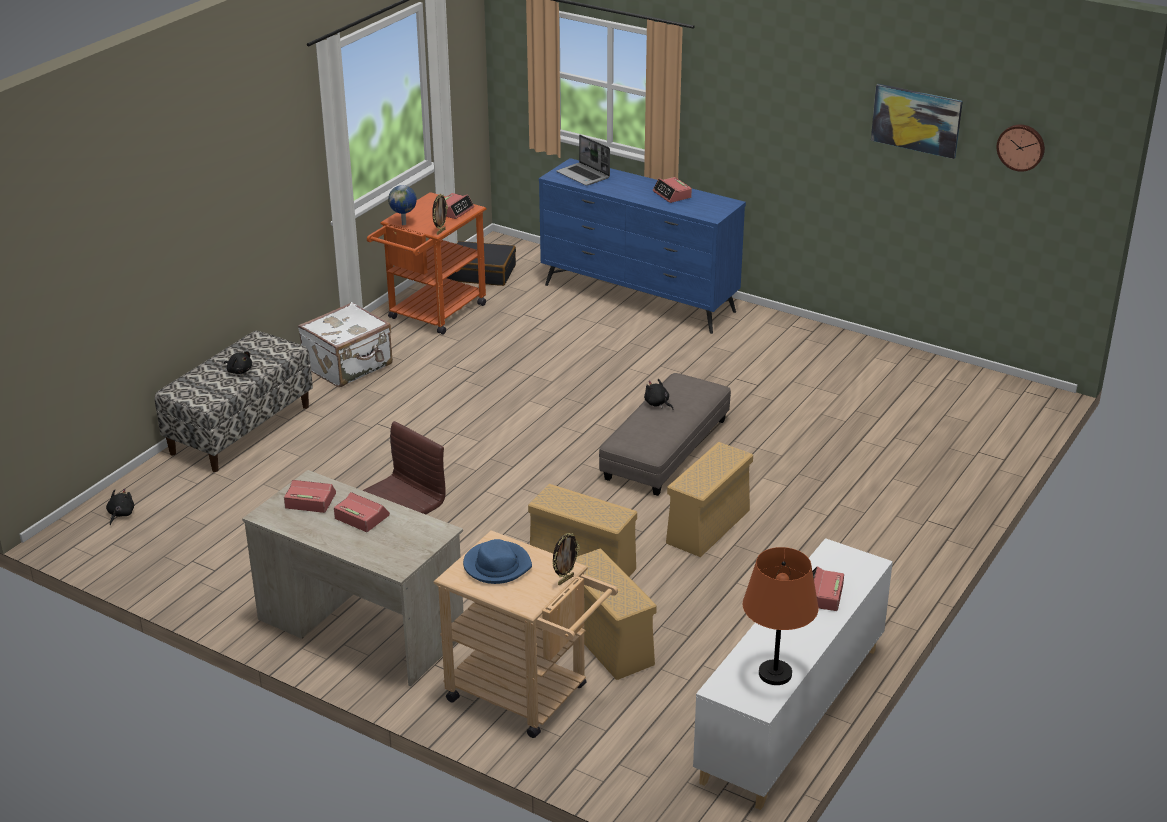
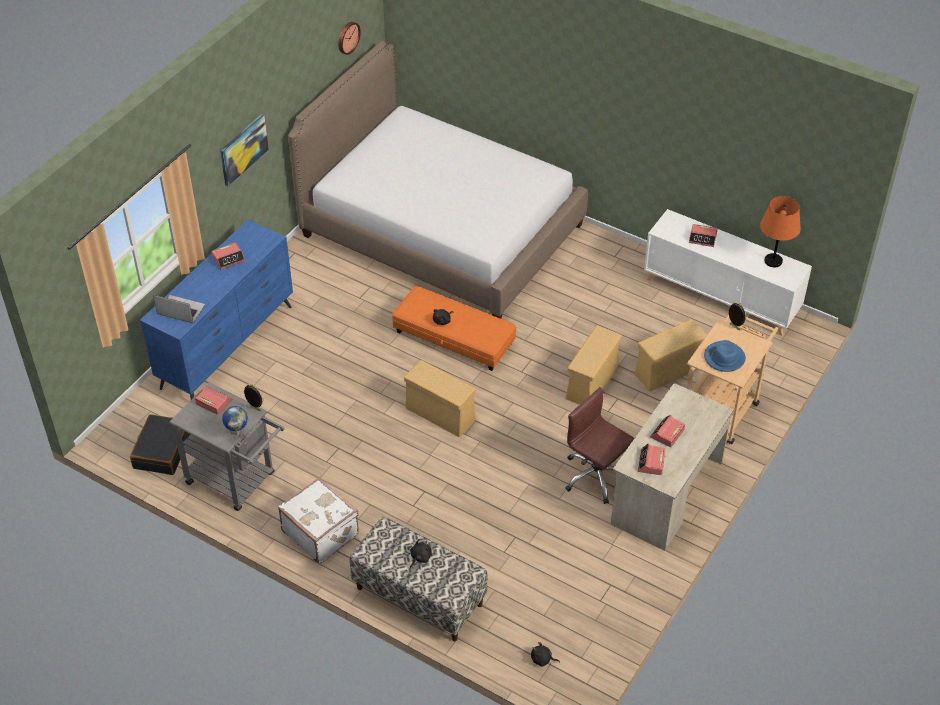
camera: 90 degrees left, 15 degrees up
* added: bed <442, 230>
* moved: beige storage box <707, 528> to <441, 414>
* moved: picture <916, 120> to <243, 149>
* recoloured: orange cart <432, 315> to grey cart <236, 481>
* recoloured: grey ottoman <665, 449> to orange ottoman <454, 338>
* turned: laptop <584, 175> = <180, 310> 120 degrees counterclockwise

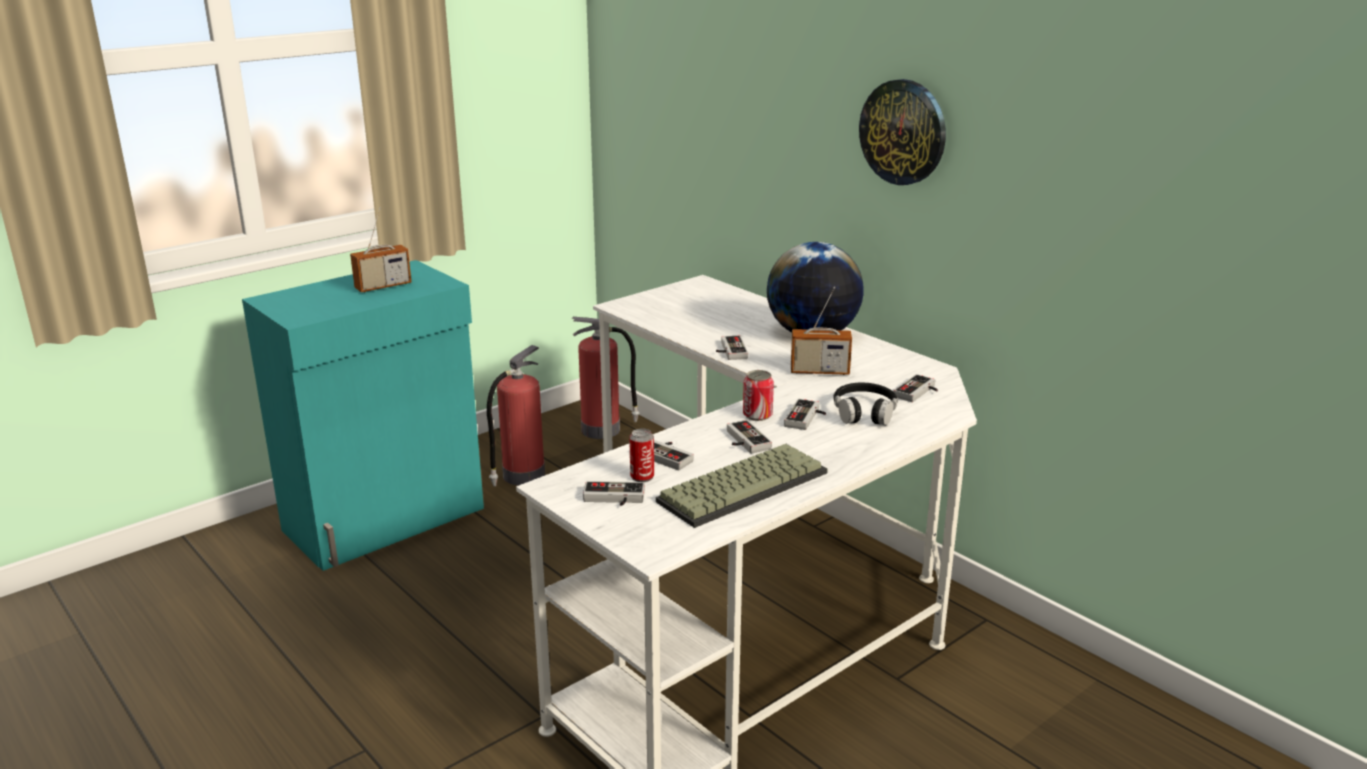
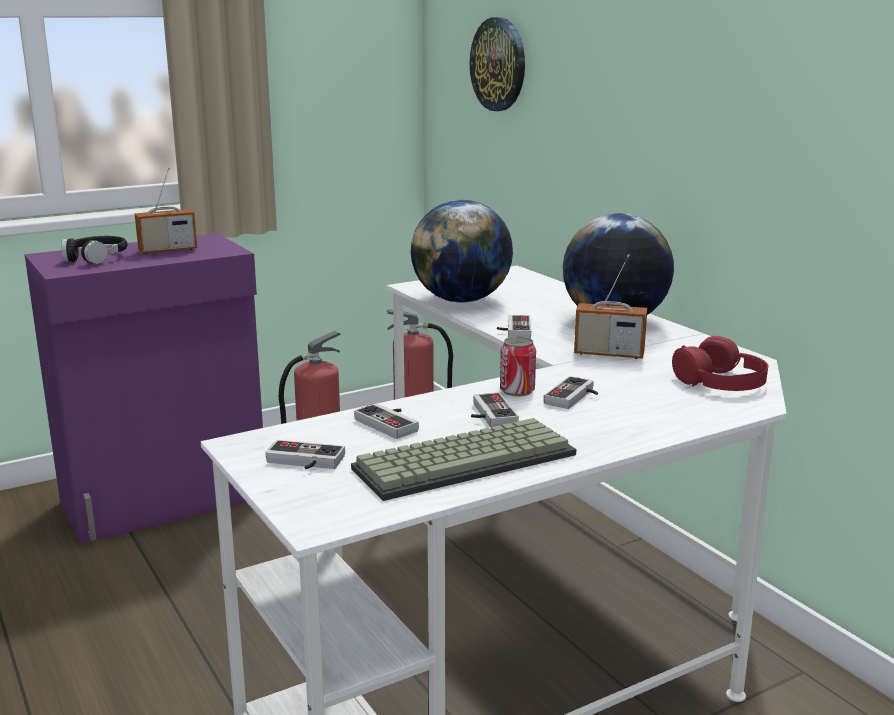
camera: 10 degrees right, 5 degrees down
* removed: can <642, 477>
* added: globe <462, 300>
* moved: black headphones <864, 412> to <96, 257>
* moved: wall clock <903, 132> to <499, 64>
* replaced: game controller <918, 392> to red headphones <721, 381>
* recoloured: turquoise cabinet <387, 520> to purple cabinet <166, 500>

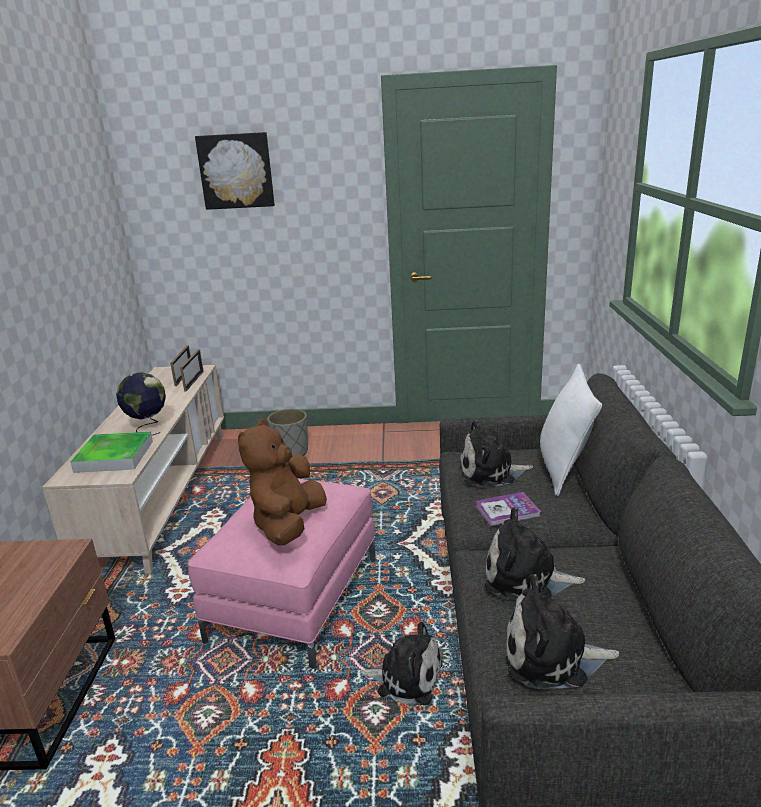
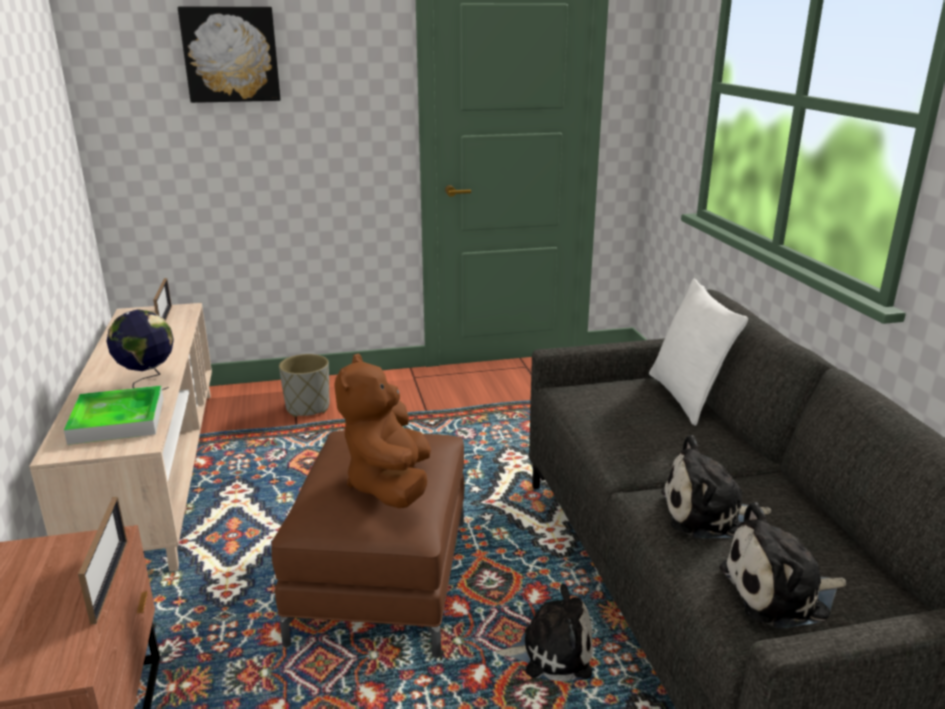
camera: 15 degrees left, 0 degrees up
* removed: plush toy <491, 472>
* removed: book <507, 510>
* moved: picture frame <194, 381> to <110, 580>
* recoloured: pink ottoman <295, 599> to brown ottoman <382, 579>

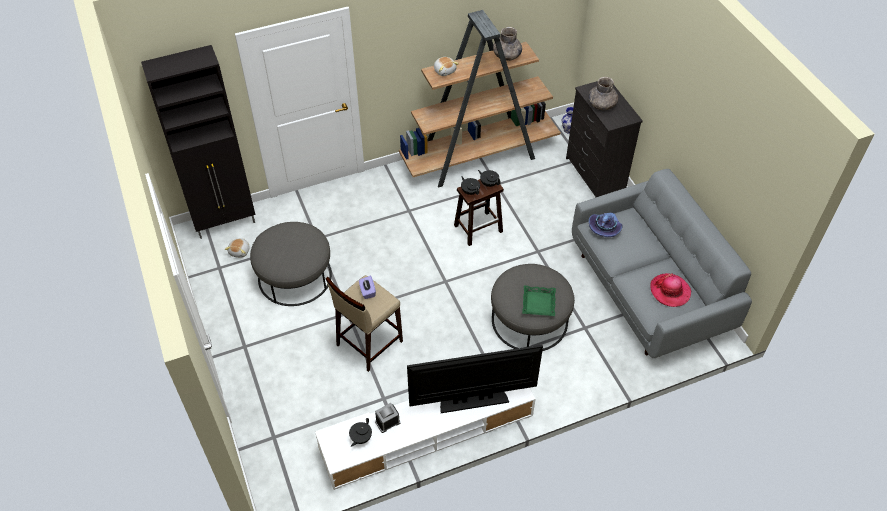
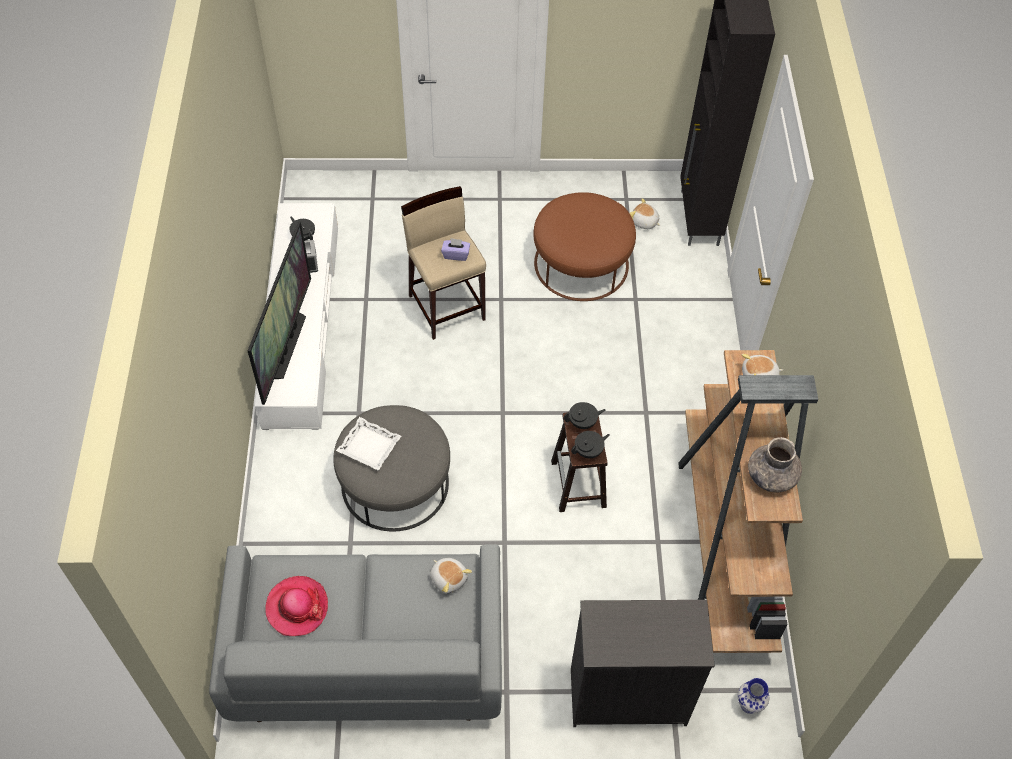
camera: 110 degrees right, 5 degrees up
* removed: grey vase <602, 104>
* replaced: purple hat <605, 228> to plush toy <449, 578>
* recoloured: grey ottoman <294, 276> to brown ottoman <581, 263>
* recoloured: green tray <538, 303> to white tray <369, 446>

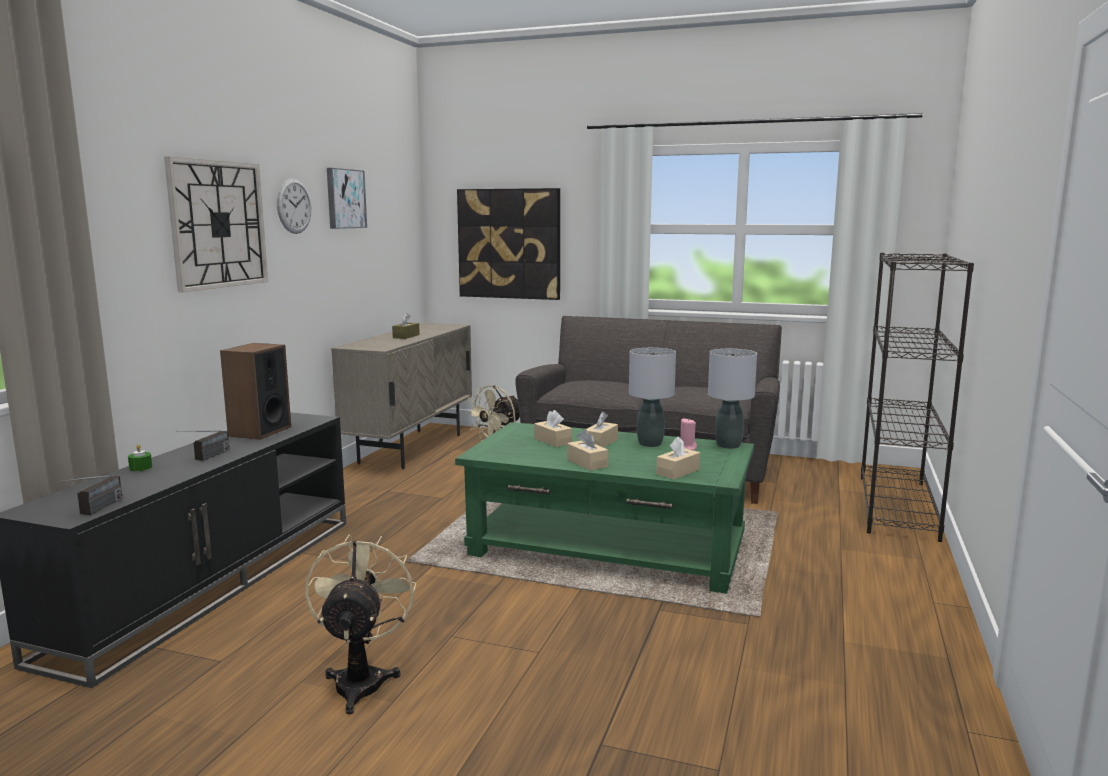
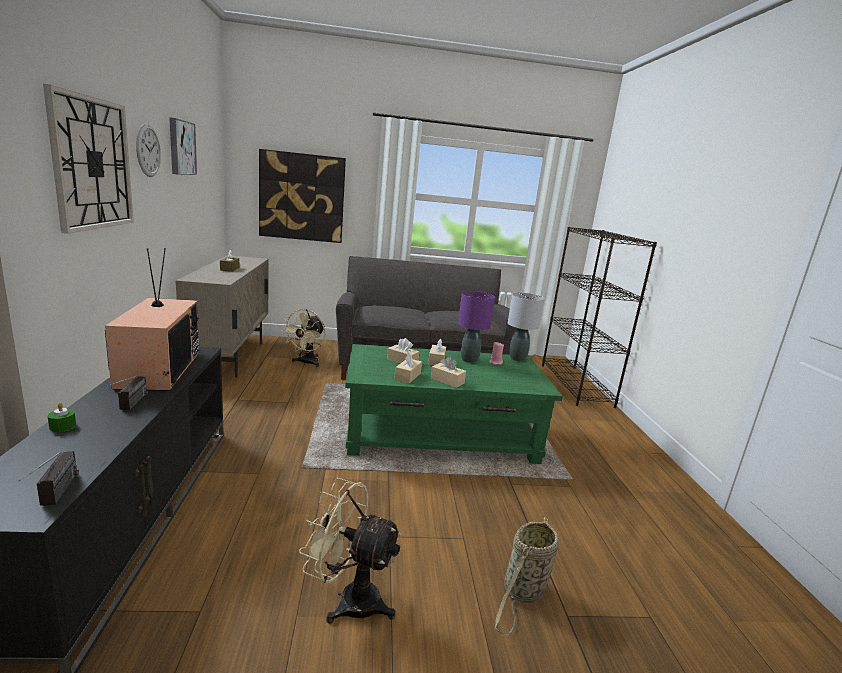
camera: 25 degrees left, 5 degrees up
* added: basket <522, 593>
* moved: beige tissue box <678, 472> to <407, 376>
* replaced: speaker <259, 431> to television <158, 368>
* recoloured: grey table lamp <650, 444> to purple table lamp <469, 360>
* turned: beige fan <362, 679> = <349, 599> 45 degrees counterclockwise

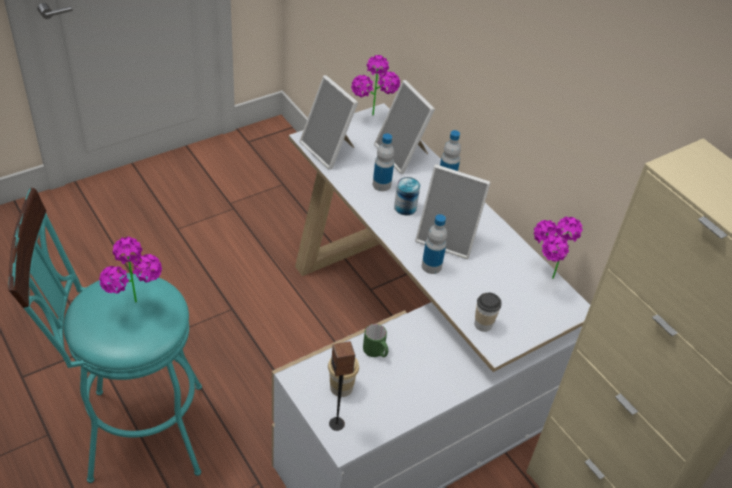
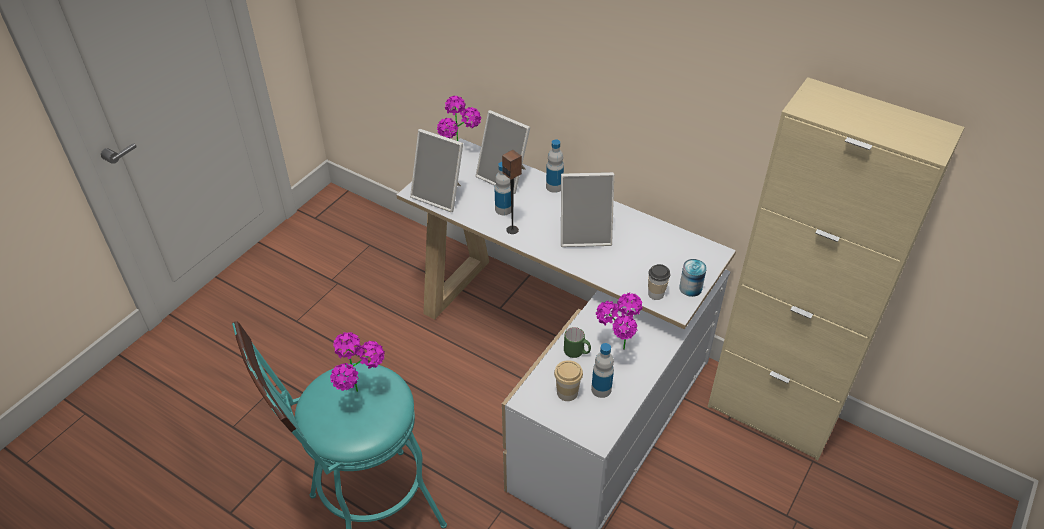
camera: 20 degrees left, 0 degrees up
* moved: speaker <337, 424> to <512, 230>
* moved: can <405, 207> to <690, 288>
* moved: bottle <431, 266> to <601, 389>
* moved: potted plant <543, 279> to <616, 353>

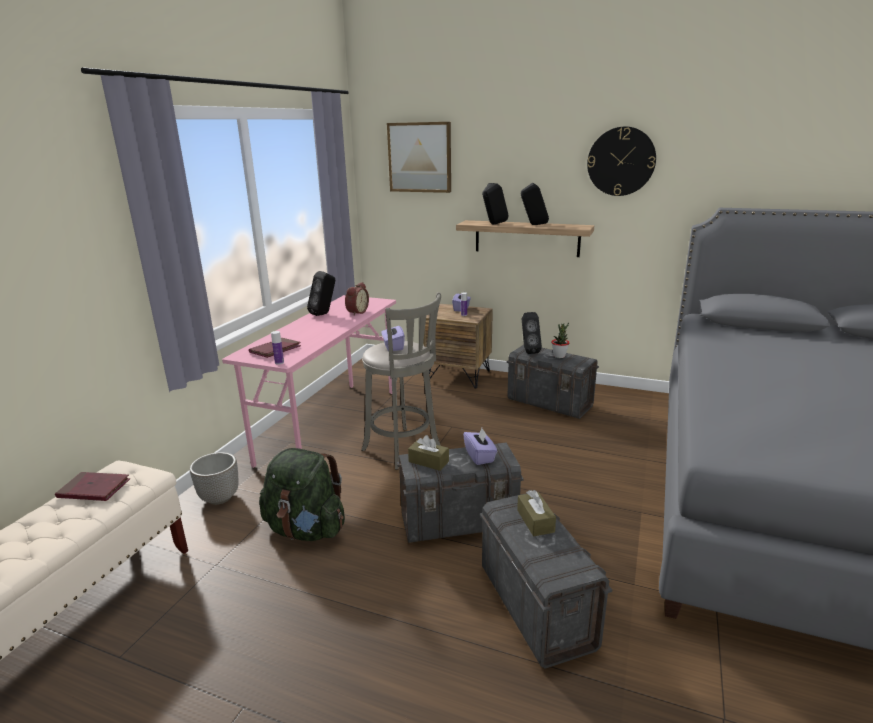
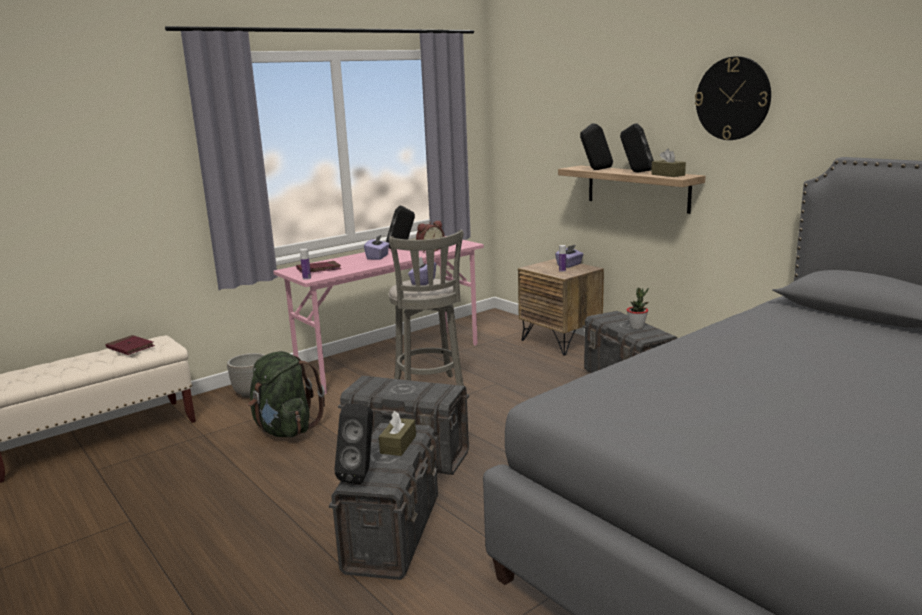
camera: 30 degrees right, 5 degrees down
* removed: picture <420, 157>
* moved: brown tissue box <428, 461> to <668, 175>
* moved: purple tissue box <480, 456> to <378, 257>
* moved: black speaker <528, 351> to <361, 475>

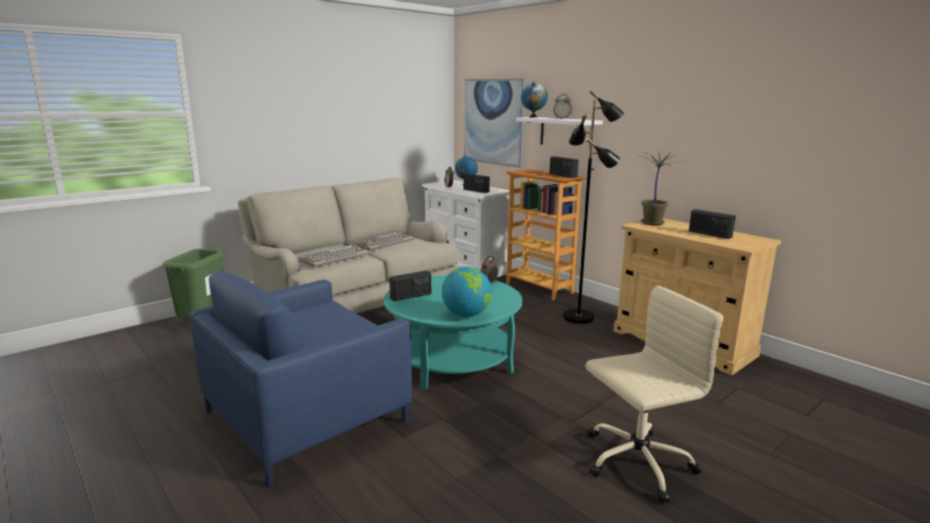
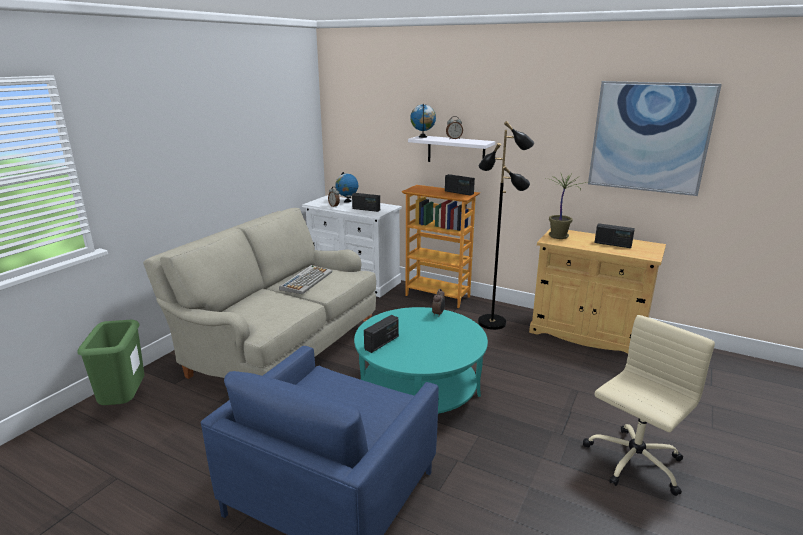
camera: 20 degrees left, 5 degrees up
* removed: keyboard <335, 257>
* removed: globe <466, 315>
* moved: picture <494, 122> to <649, 137>

